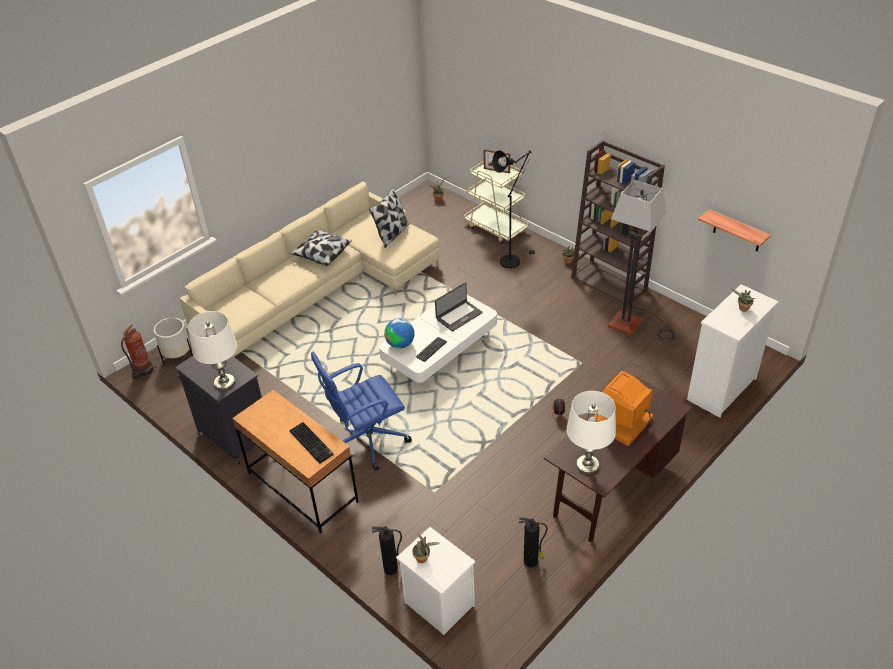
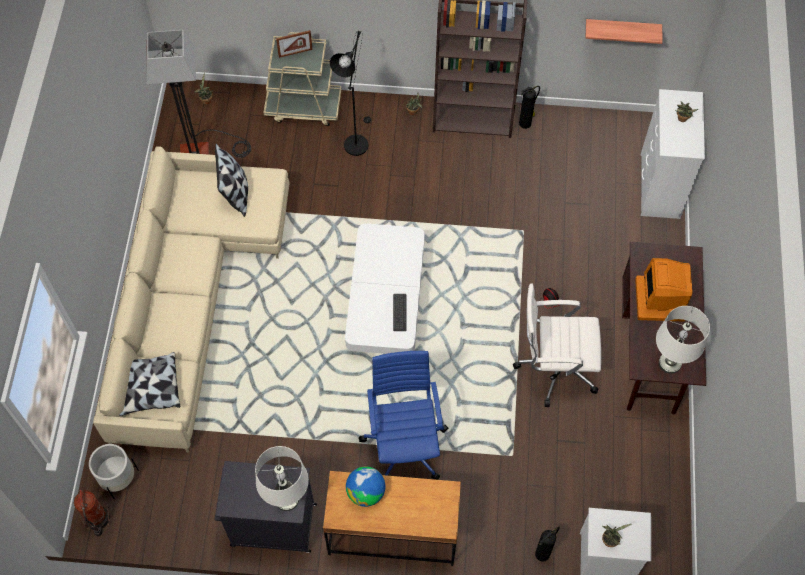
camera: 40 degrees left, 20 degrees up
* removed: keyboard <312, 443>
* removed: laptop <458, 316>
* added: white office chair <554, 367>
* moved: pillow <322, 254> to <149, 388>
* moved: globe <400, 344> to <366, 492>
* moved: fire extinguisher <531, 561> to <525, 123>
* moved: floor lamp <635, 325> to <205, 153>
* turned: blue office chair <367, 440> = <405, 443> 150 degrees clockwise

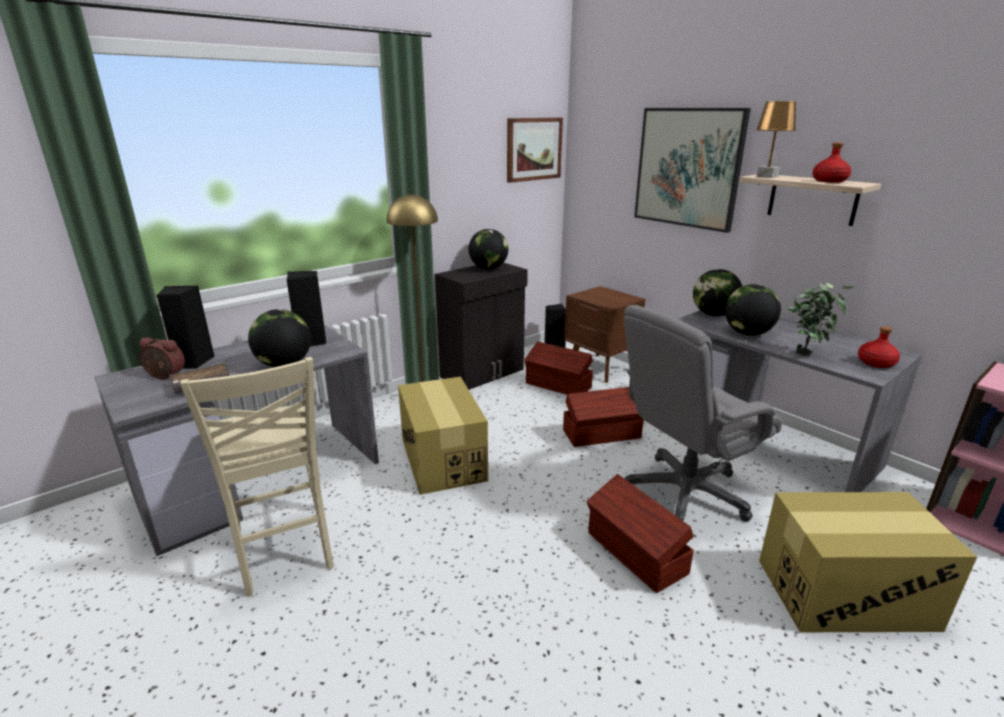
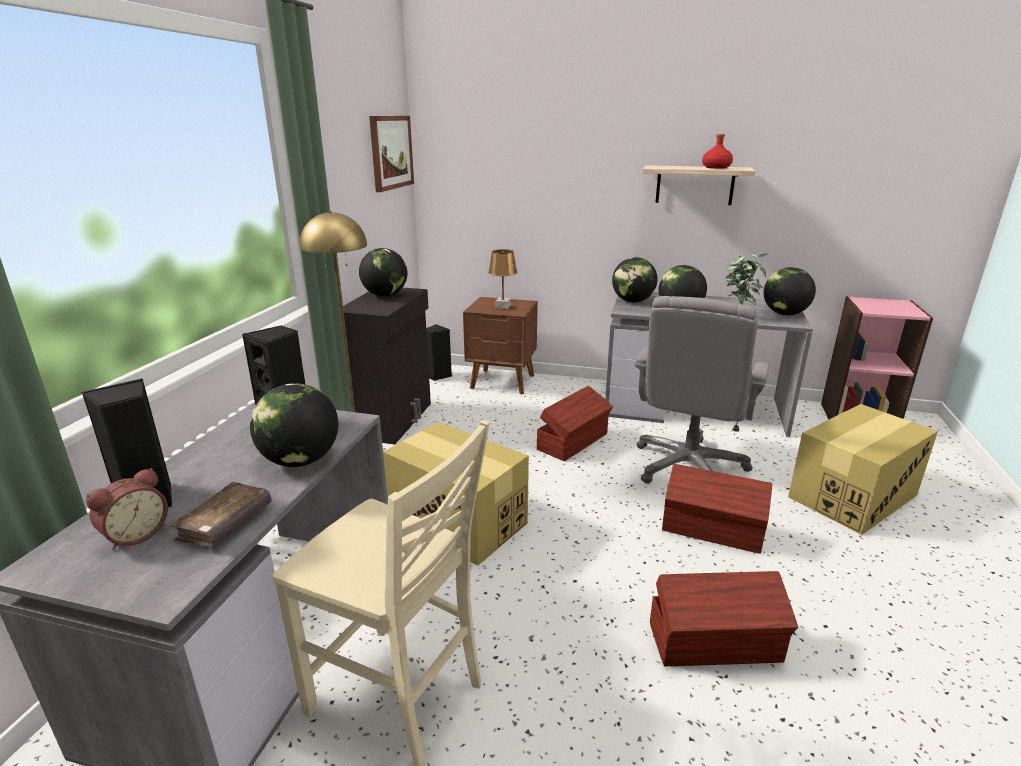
camera: 35 degrees left, 0 degrees up
* removed: picture <688, 168>
* moved: brown storage box <558, 385> to <716, 644>
* moved: brown table lamp <767, 176> to <503, 307>
* replaced: red bottle <875, 363> to globe <784, 314>
* turned: alarm clock <165, 376> = <135, 534> 150 degrees clockwise

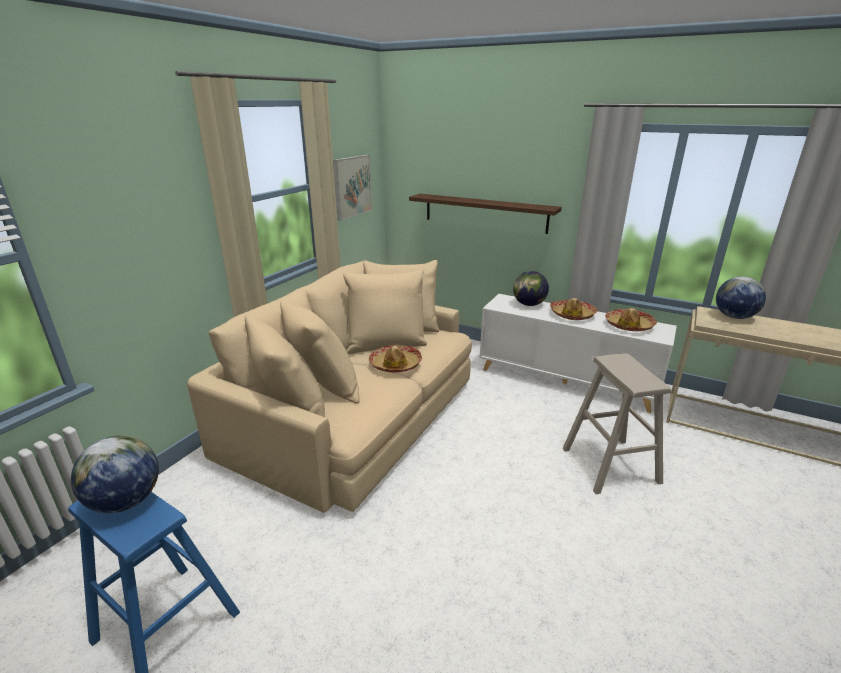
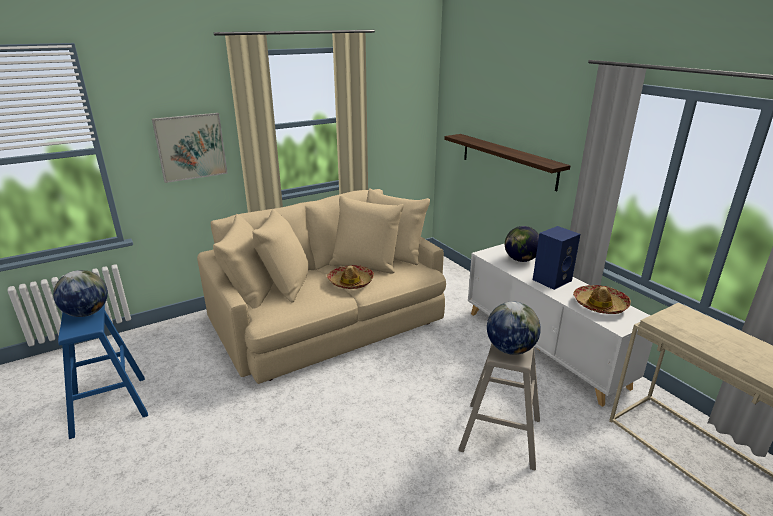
camera: 30 degrees right, 0 degrees up
* moved: picture <352, 186> to <191, 147>
* moved: globe <734, 317> to <510, 349>
* replaced: hat <572, 315> to blue speaker <552, 280>

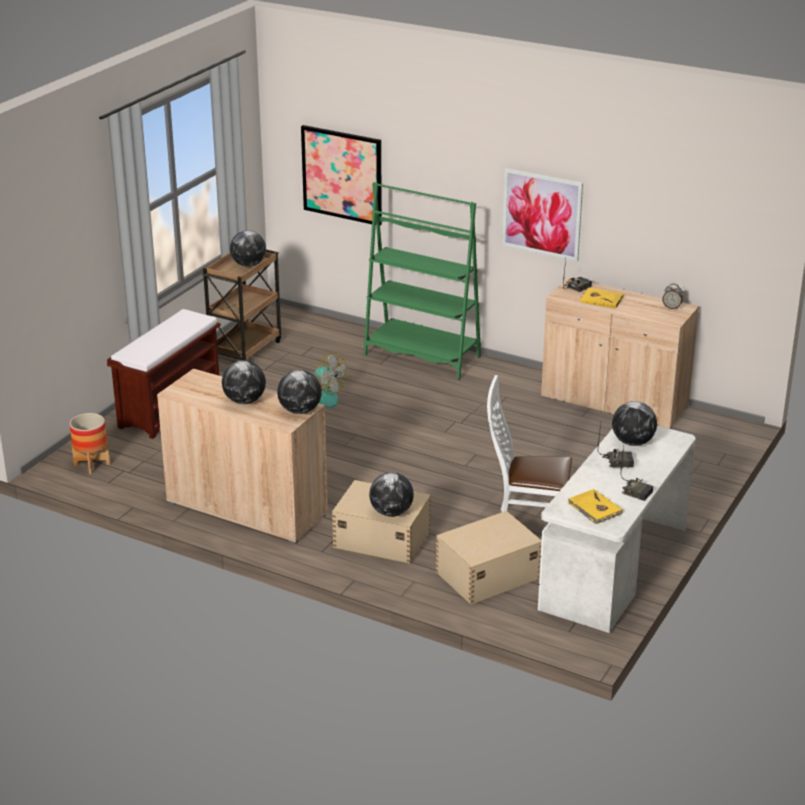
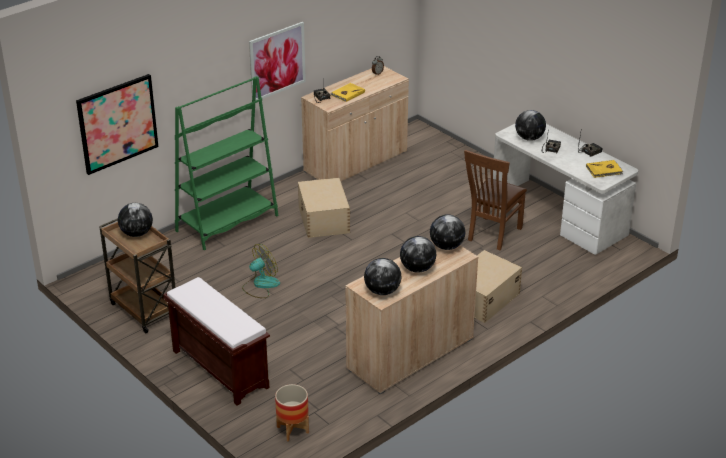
camera: 70 degrees left, 5 degrees up
* moved: globe <391, 513> to <382, 291>
* moved: beige storage box <487, 575> to <323, 220>
* recoloured: white chair <526, 523> to brown chair <492, 235>

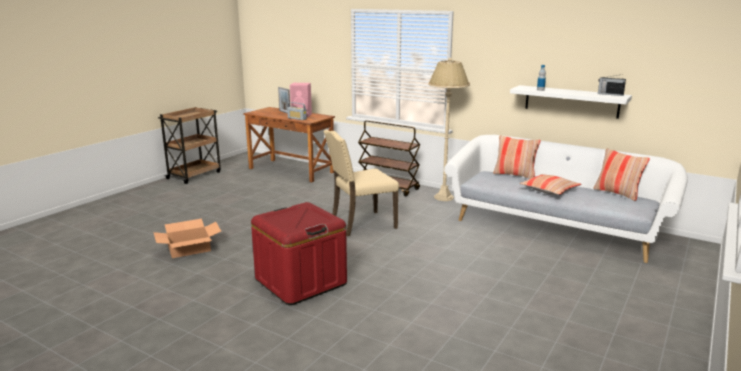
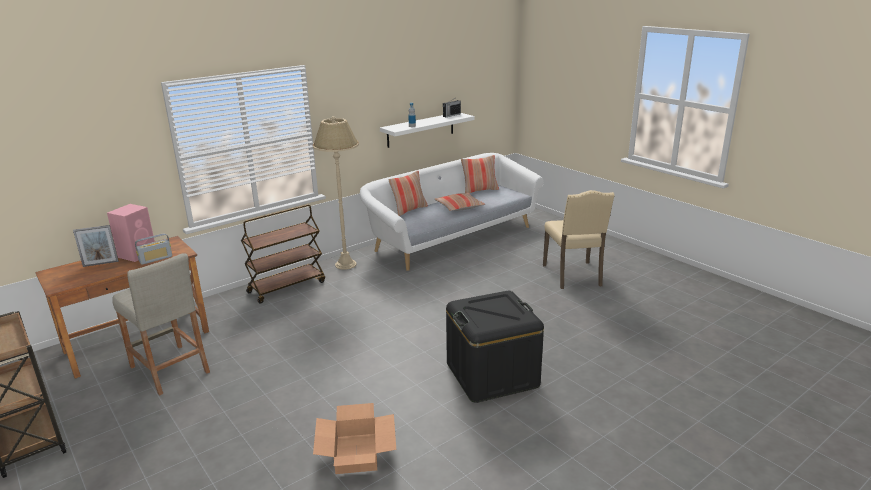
camera: 70 degrees left, 5 degrees up
* added: beige stool <170, 369>
* moved: beige chair <361, 224> to <573, 276>
* recoloured: red storage box <301, 282> to black storage box <492, 375>

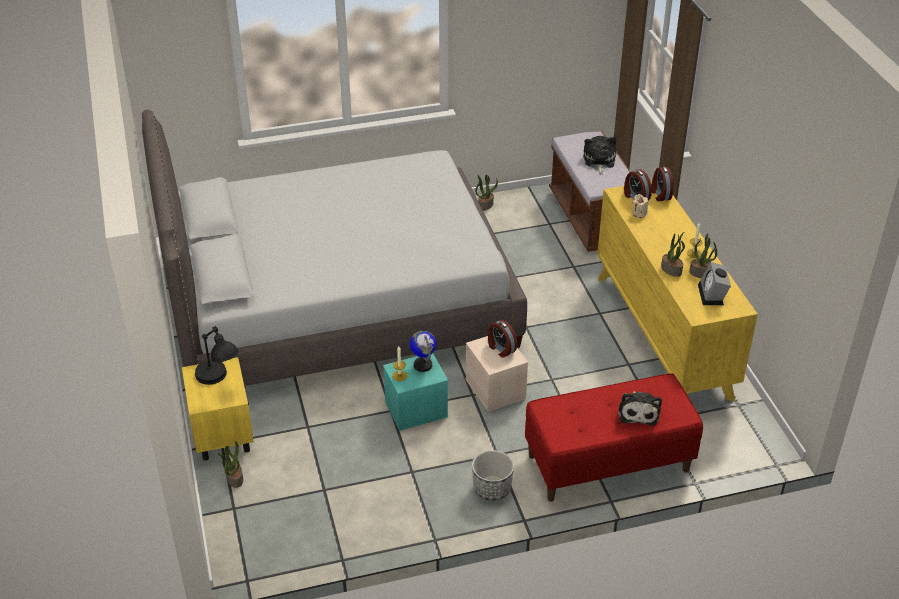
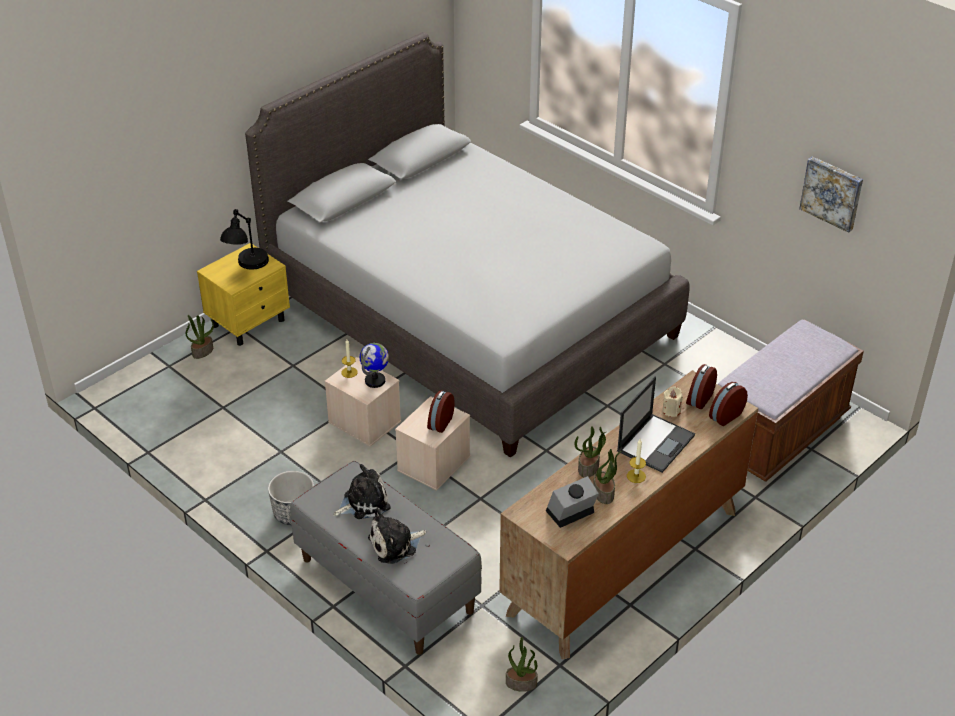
camera: 60 degrees right, 0 degrees up
* added: laptop <656, 442>
* added: picture <832, 193>
* moved: potted plant <485, 205> to <521, 683>
* moved: plush toy <599, 161> to <363, 502>
* recoloured: turquoise storage box <415, 410> to beige storage box <363, 422>
* recoloured: red bench <608, 463> to grey bench <386, 585>
* recoloured: yellow dresser <663, 336> to brown dresser <624, 562>

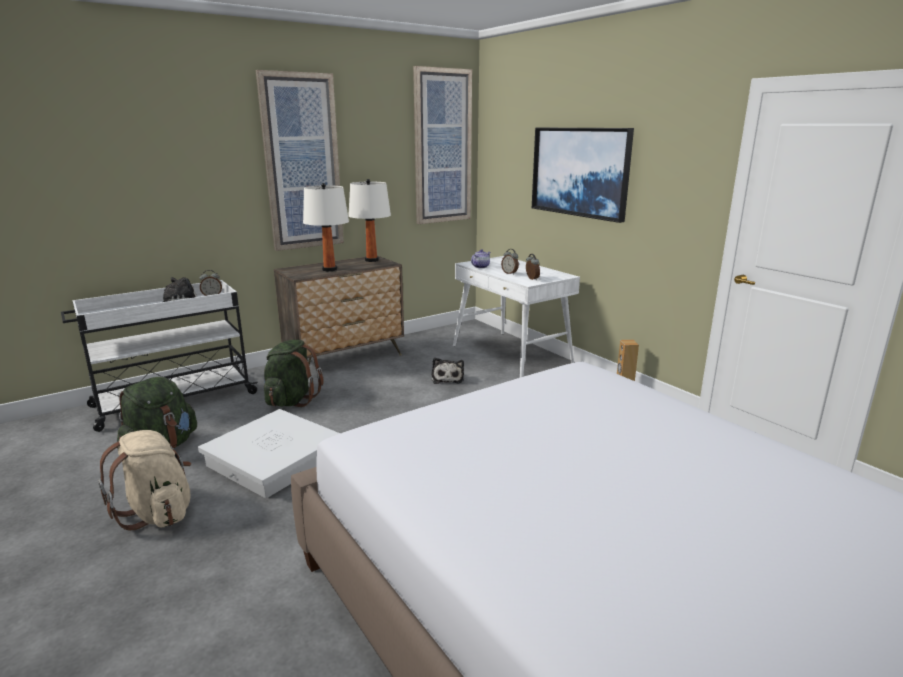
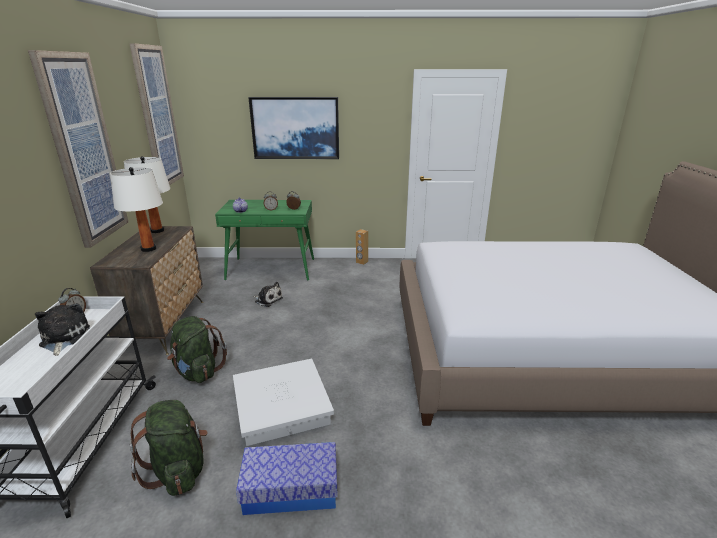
camera: 55 degrees left, 5 degrees up
* replaced: beige backpack <158, 513> to storage box <290, 490>
* recoloured: white desk <511, 355> to green desk <272, 269>

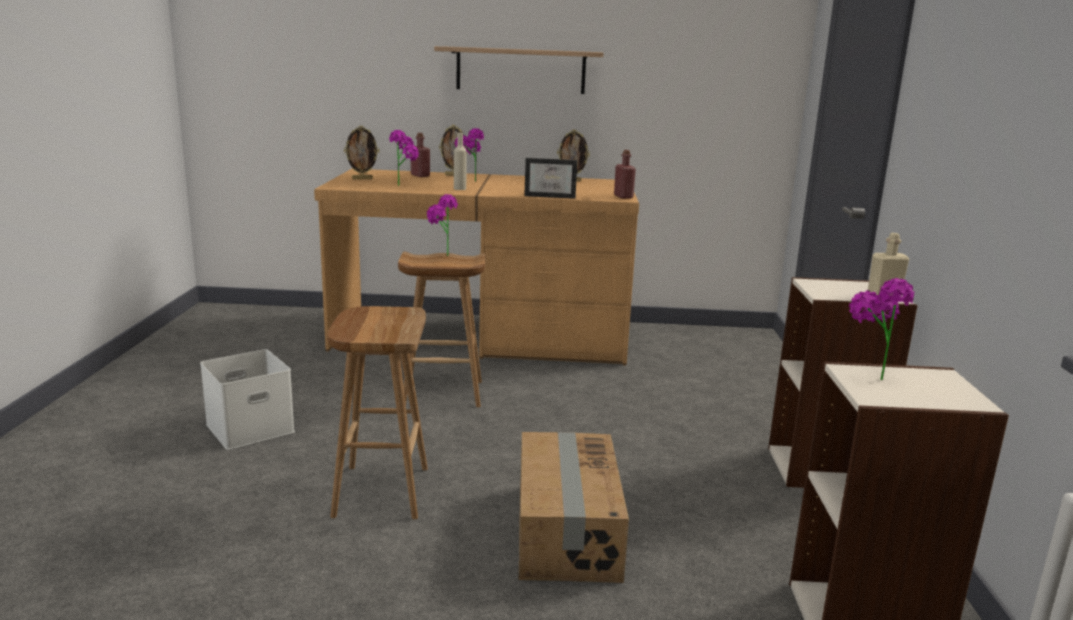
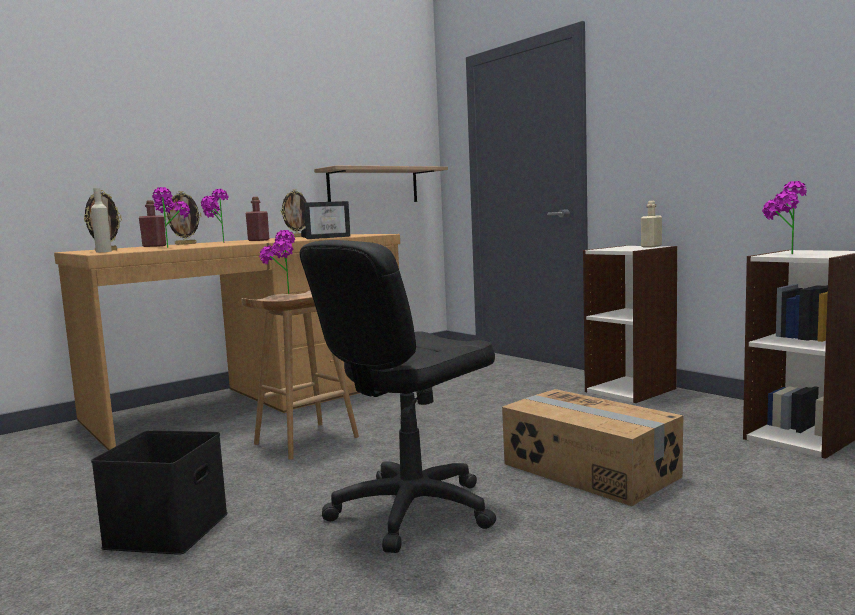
camera: 40 degrees left, 10 degrees down
* moved: shelf <520, 70> to <373, 186>
* moved: beige bottle <460, 189> to <103, 251>
* moved: red bottle <623, 196> to <258, 240>
* replaced: brown stool <380, 490> to black office chair <411, 511>
* recoloured: white storage box <251, 427> to black storage box <167, 529>

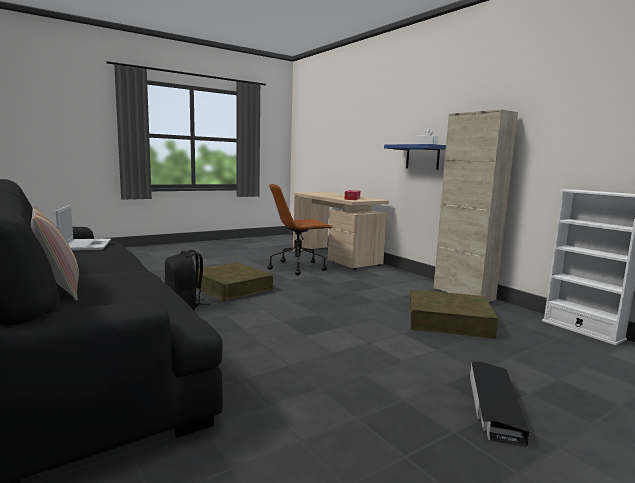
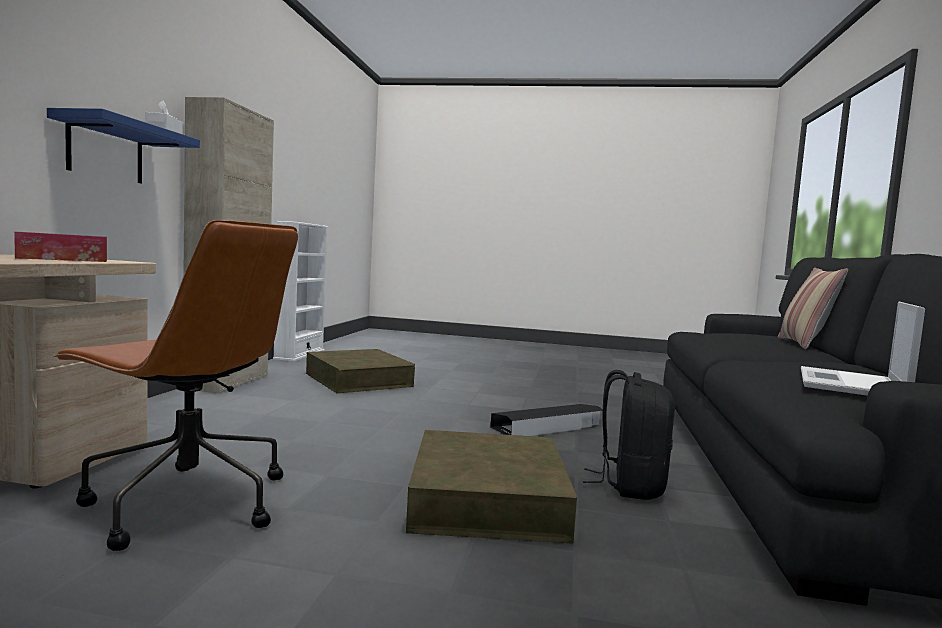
camera: 135 degrees left, 5 degrees down
* moved: black storage box <494, 407> to <548, 427>

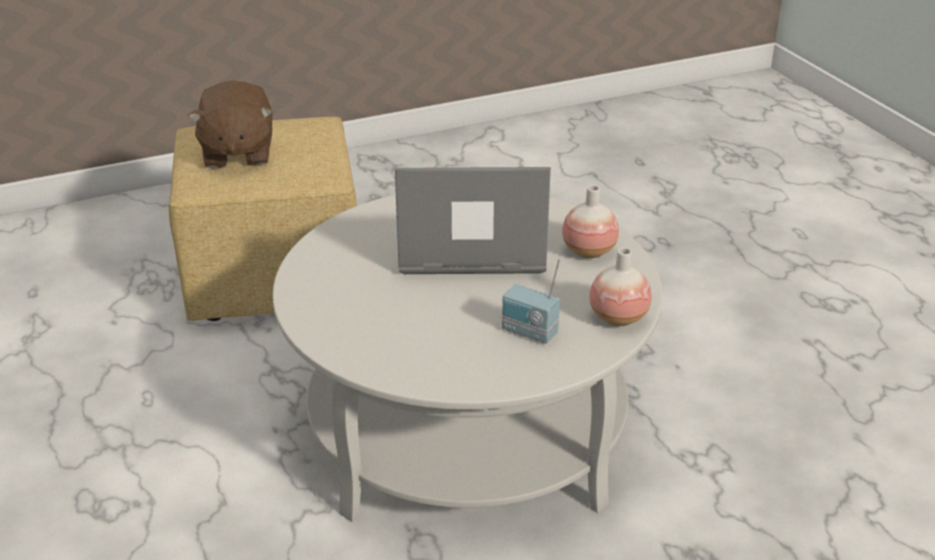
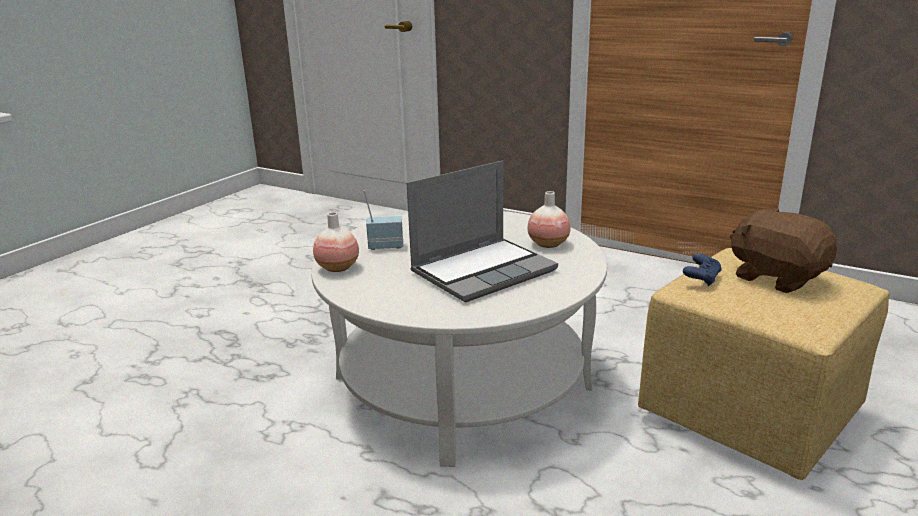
camera: 145 degrees right, 10 degrees down
* added: blue game controller <701, 279>
* moved: vase <589, 251> to <548, 244>

